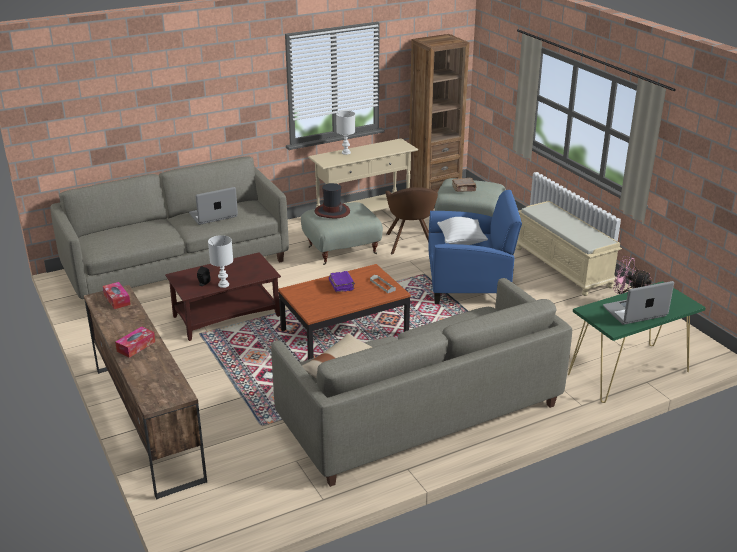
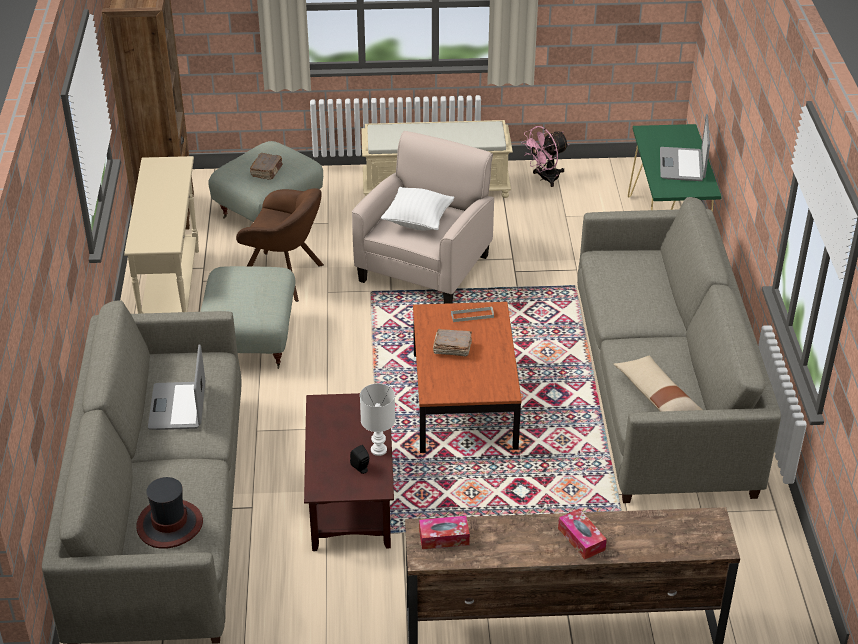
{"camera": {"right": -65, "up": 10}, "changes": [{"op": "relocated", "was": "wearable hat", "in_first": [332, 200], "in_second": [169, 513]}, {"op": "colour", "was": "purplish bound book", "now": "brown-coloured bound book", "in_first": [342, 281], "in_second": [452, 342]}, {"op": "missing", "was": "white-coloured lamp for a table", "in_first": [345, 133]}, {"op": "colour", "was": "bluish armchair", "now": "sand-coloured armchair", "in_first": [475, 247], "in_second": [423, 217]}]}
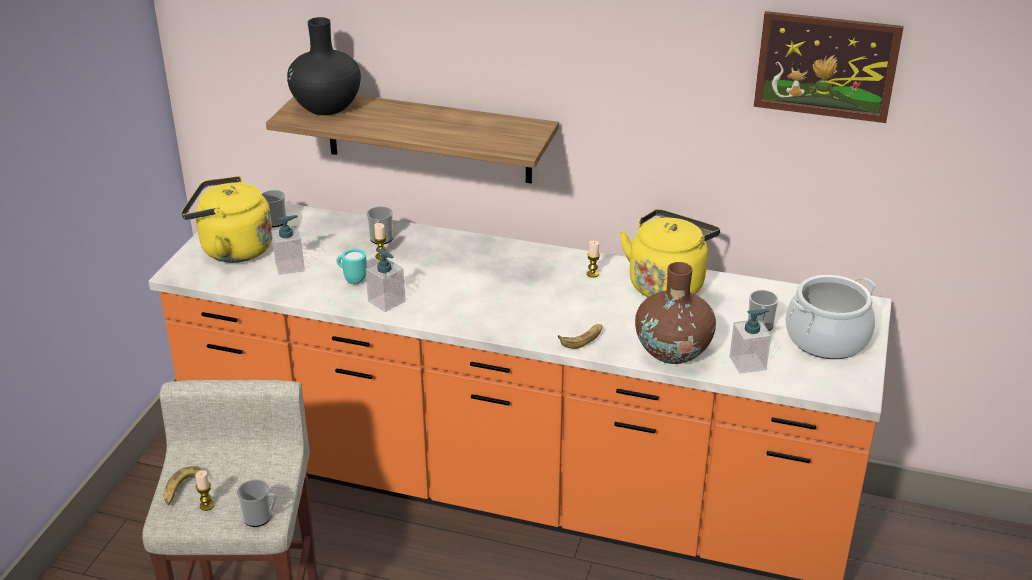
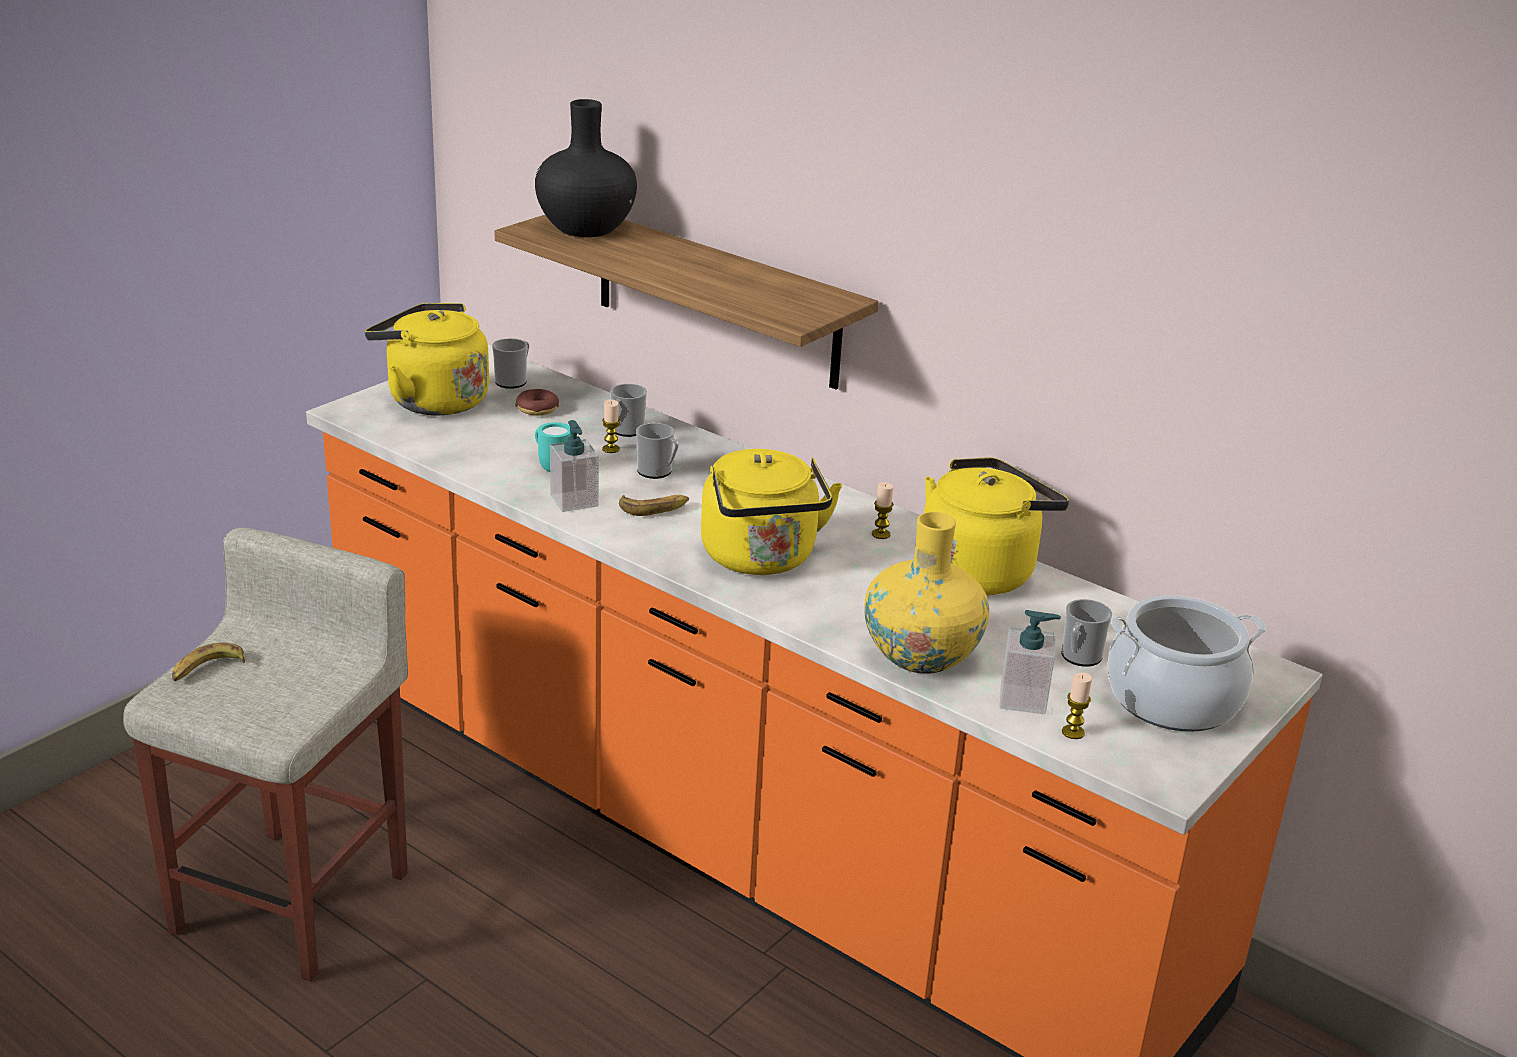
{"camera": {"right": 20, "up": -5}, "changes": [{"op": "relocated", "was": "wax candle", "in_first": [204, 490], "in_second": [1077, 706]}, {"op": "relocated", "was": "coffee mug", "in_first": [256, 503], "in_second": [657, 451]}, {"op": "missing", "was": "liquid soap bottle", "in_first": [288, 245]}, {"op": "relocated", "was": "whole banana", "in_first": [580, 336], "in_second": [654, 505]}, {"op": "colour", "was": "brown-coloured decorative vase", "now": "yellow decorative vase", "in_first": [675, 313], "in_second": [926, 593]}, {"op": "missing", "was": "wall art", "in_first": [829, 67]}, {"op": "appeared", "now": "donut", "in_second": [537, 402]}, {"op": "appeared", "now": "yellow kettle", "in_second": [771, 512]}]}
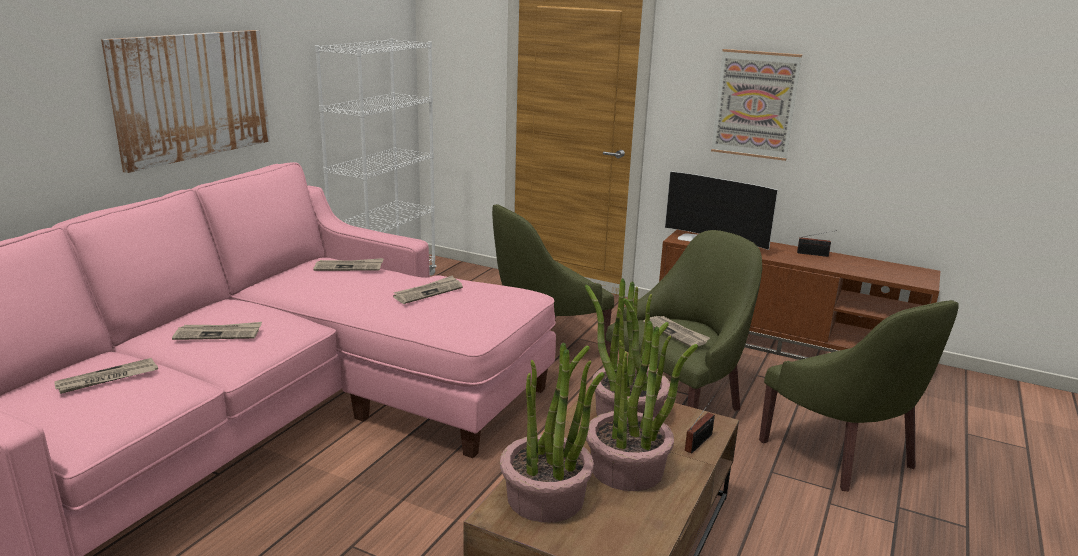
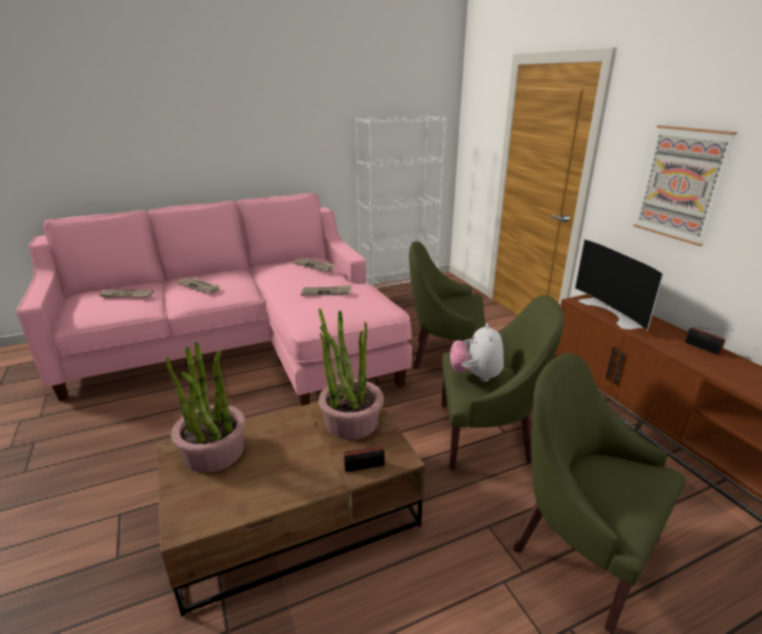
{"camera": {"right": 40, "up": 5}, "changes": [{"op": "missing", "was": "wall art", "in_first": [185, 101]}, {"op": "missing", "was": "plant in a pot", "in_first": [642, 406]}, {"op": "exchanged", "was": "newspaper", "now": "soft toy", "in_first": [676, 331], "in_second": [477, 353]}, {"op": "spun", "was": "green-coloured armchair", "in_first": [859, 395], "in_second": [599, 493], "clockwise": 120}]}
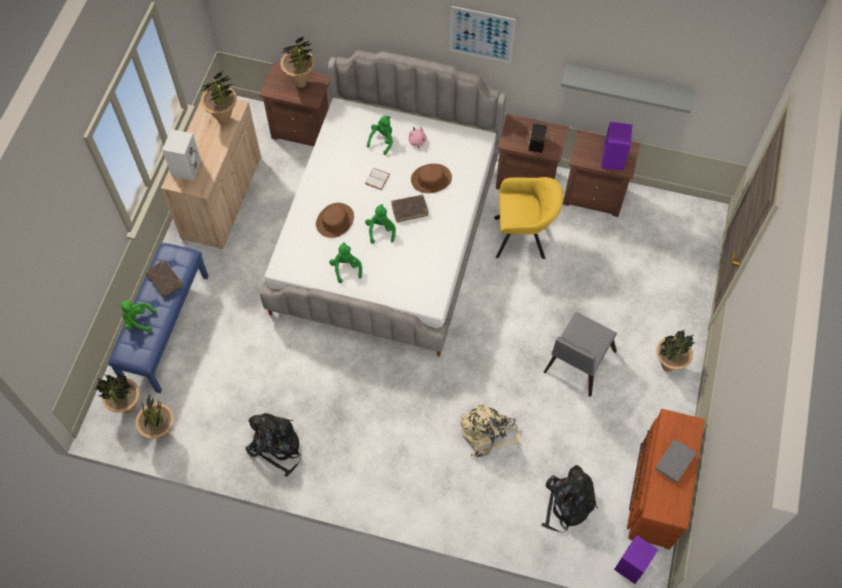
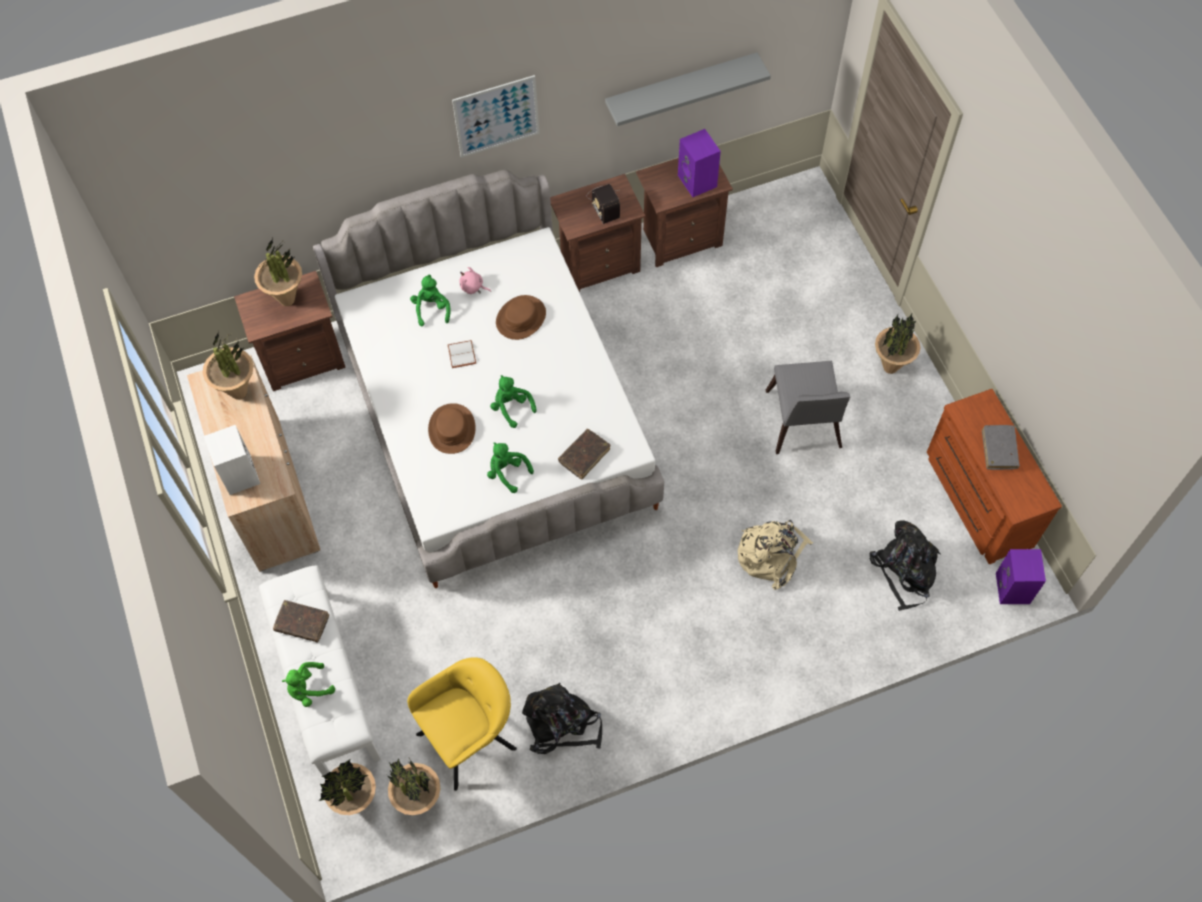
{"camera": {"right": -35, "up": 0}, "changes": [{"op": "colour", "was": "bluish long seat", "now": "white-coloured long seat", "in_first": [158, 318], "in_second": [320, 672]}, {"op": "relocated", "was": "brown-coloured bound book", "in_first": [409, 209], "in_second": [584, 454]}, {"op": "relocated", "was": "yellow armchair", "in_first": [528, 218], "in_second": [462, 724]}]}
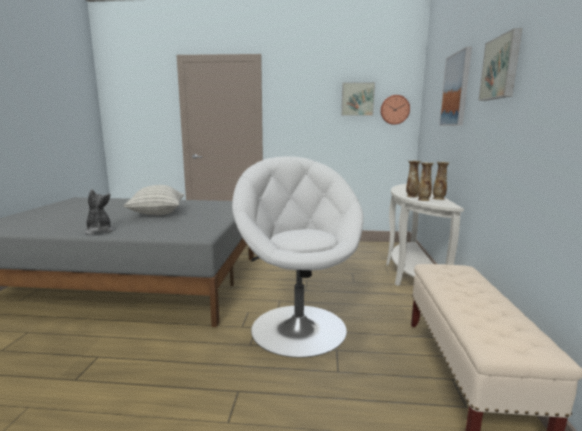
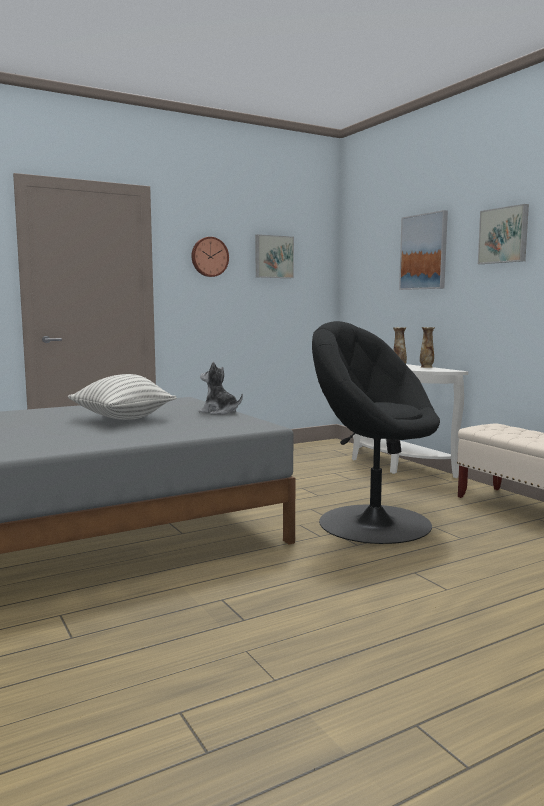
{"camera": {"right": -35, "up": -5}, "changes": [{"op": "relocated", "was": "soft toy", "in_first": [99, 212], "in_second": [221, 388]}, {"op": "colour", "was": "white-coloured armchair", "now": "blackish armchair", "in_first": [298, 257], "in_second": [376, 432]}, {"op": "relocated", "was": "wall clock", "in_first": [395, 110], "in_second": [210, 257]}, {"op": "missing", "was": "decorative vase", "in_first": [425, 181]}]}
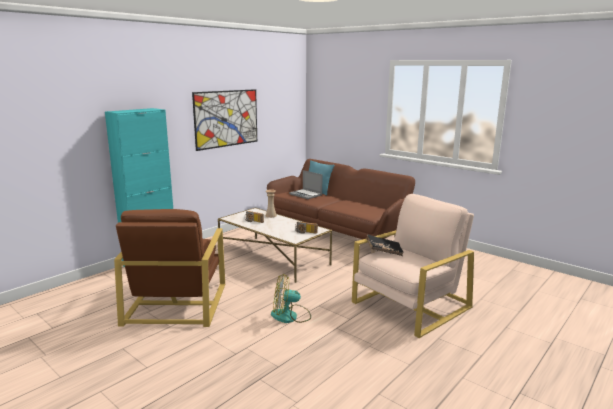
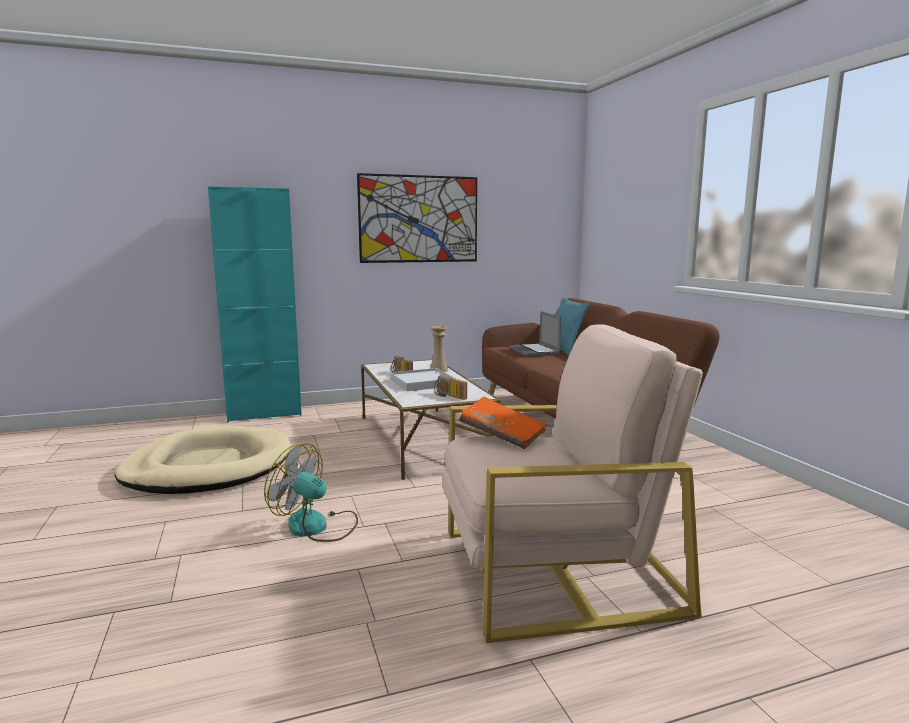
{"camera": {"right": 30, "up": -5}, "changes": [{"op": "exchanged", "was": "brown-coloured armchair", "now": "sand-coloured dog cushion", "in_first": [169, 268], "in_second": [203, 460]}, {"op": "colour", "was": "blackish bound book", "now": "orange bound book", "in_first": [384, 245], "in_second": [503, 423]}, {"op": "appeared", "now": "white-coloured serving tray", "in_second": [423, 379]}]}
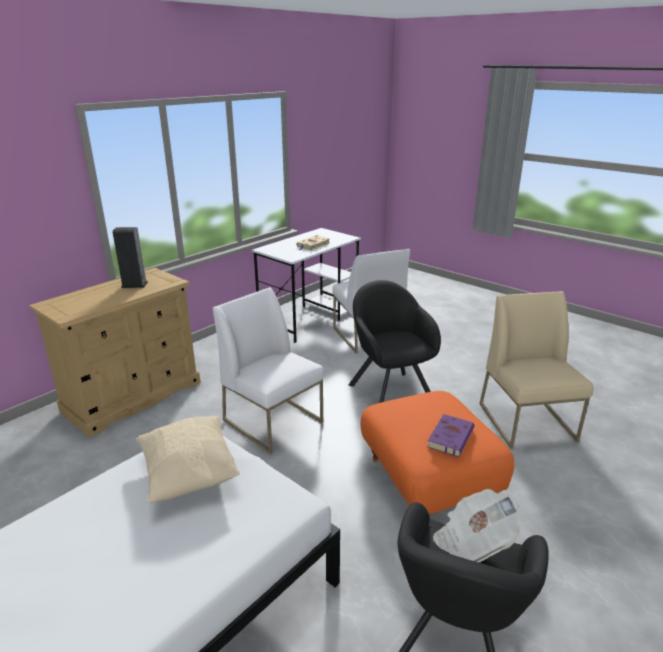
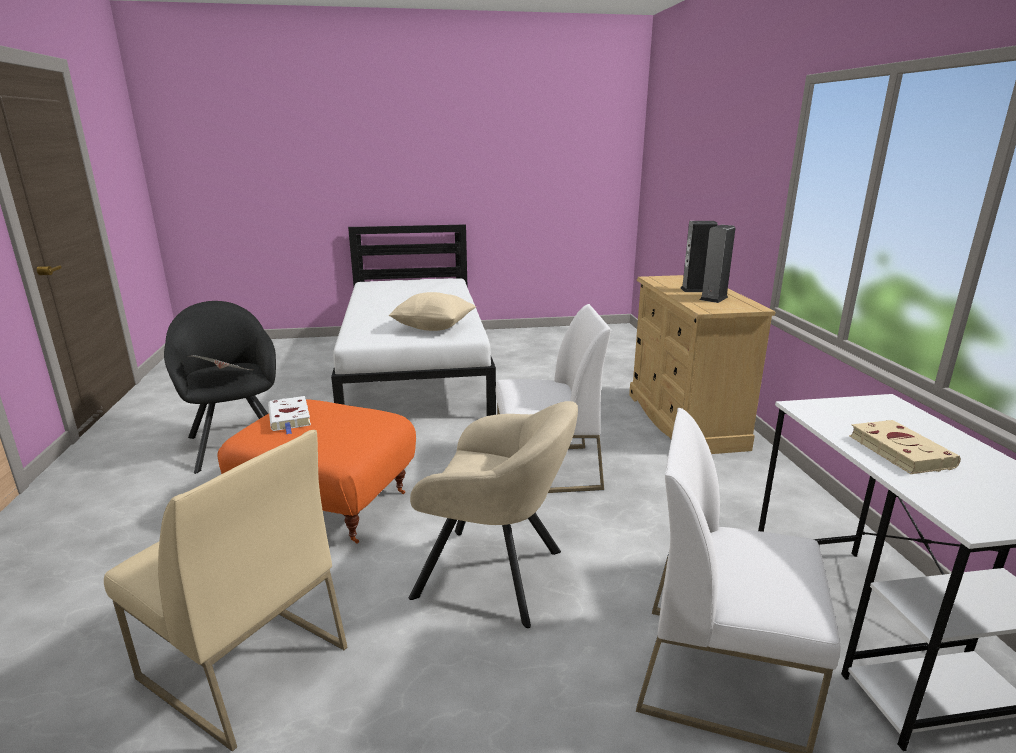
{"camera": {"right": 130, "up": -5}, "changes": [{"op": "colour", "was": "blackish armchair", "now": "sand-coloured armchair", "in_first": [394, 341], "in_second": [493, 514]}, {"op": "colour", "was": "purplish bound book", "now": "white-coloured bound book", "in_first": [451, 435], "in_second": [289, 415]}, {"op": "appeared", "now": "loudspeaker", "in_second": [699, 256]}]}
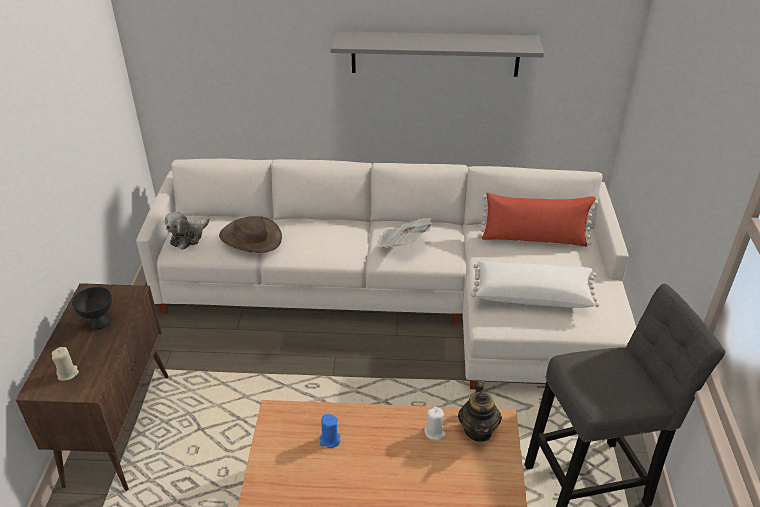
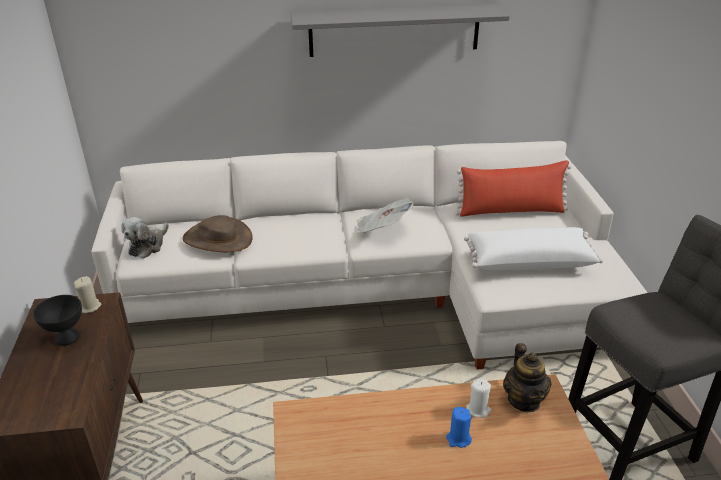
{"camera": {"right": -10, "up": -5}, "changes": [{"op": "relocated", "was": "sand-coloured wax candle", "in_first": [65, 364], "in_second": [88, 294]}, {"op": "relocated", "was": "bluish wax candle", "in_first": [330, 431], "in_second": [459, 427]}]}
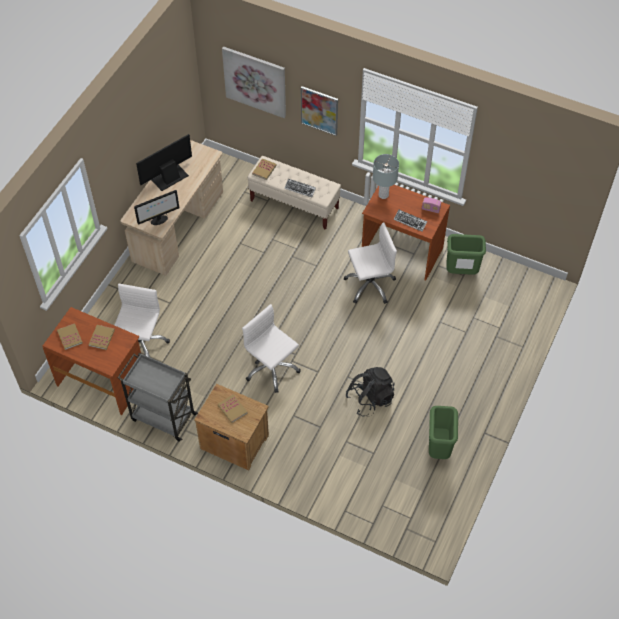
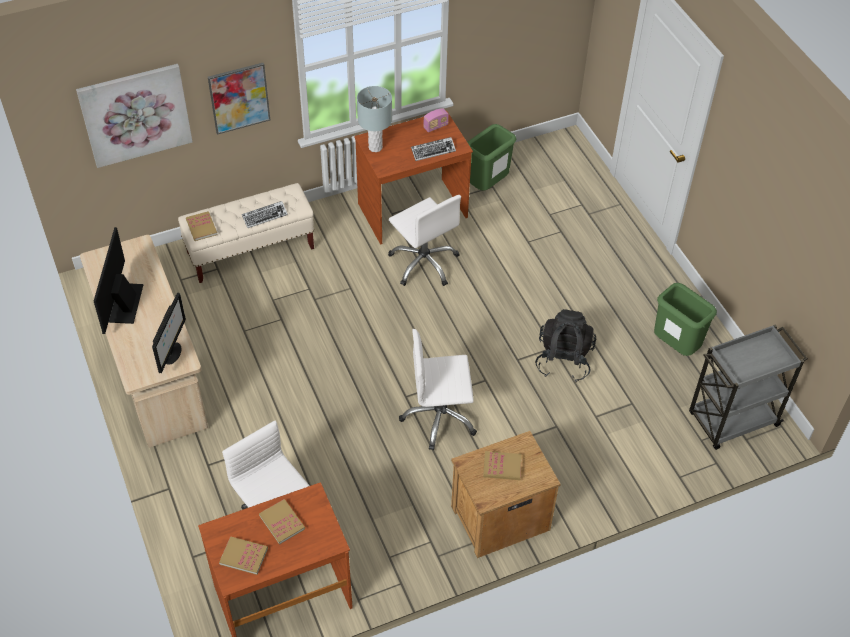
{"camera": {"right": -50, "up": -5}, "changes": [{"op": "relocated", "was": "greyish trolley", "in_first": [158, 397], "in_second": [748, 387]}, {"op": "spun", "was": "white-coloured desk chair", "in_first": [370, 263], "in_second": [424, 240], "clockwise": 120}]}
